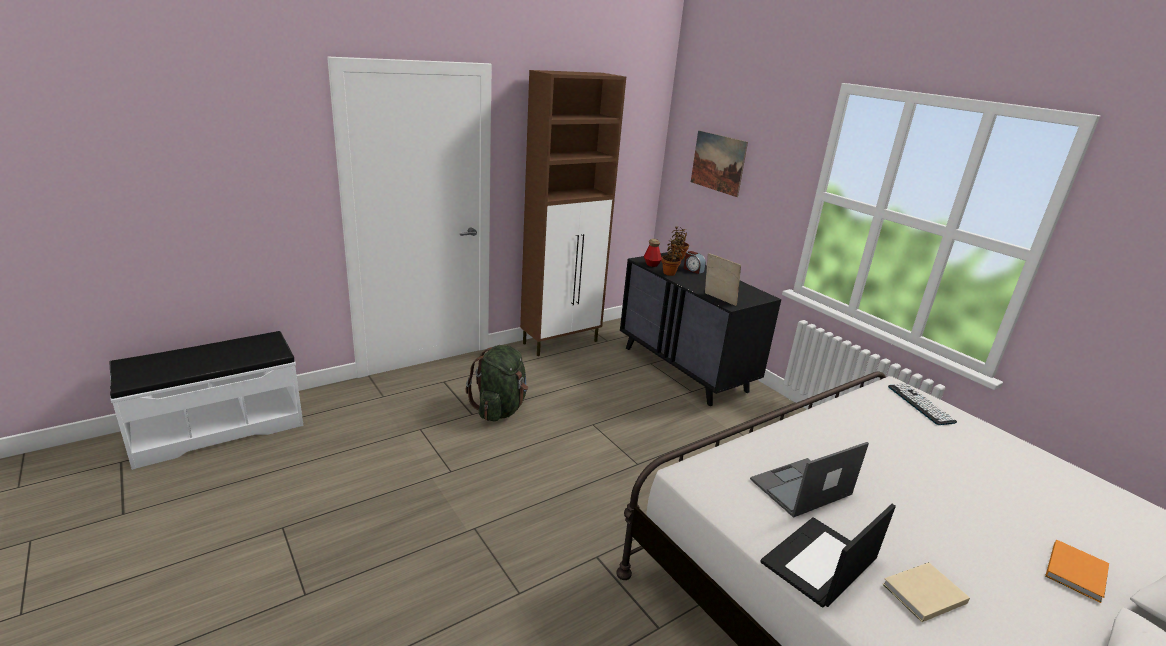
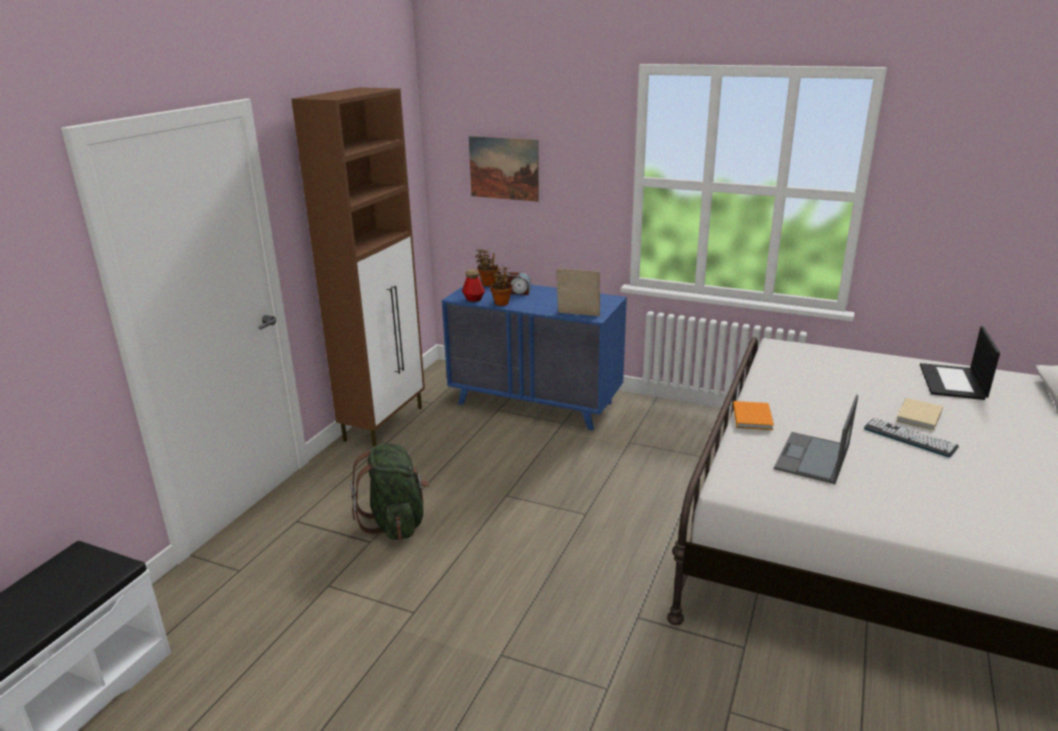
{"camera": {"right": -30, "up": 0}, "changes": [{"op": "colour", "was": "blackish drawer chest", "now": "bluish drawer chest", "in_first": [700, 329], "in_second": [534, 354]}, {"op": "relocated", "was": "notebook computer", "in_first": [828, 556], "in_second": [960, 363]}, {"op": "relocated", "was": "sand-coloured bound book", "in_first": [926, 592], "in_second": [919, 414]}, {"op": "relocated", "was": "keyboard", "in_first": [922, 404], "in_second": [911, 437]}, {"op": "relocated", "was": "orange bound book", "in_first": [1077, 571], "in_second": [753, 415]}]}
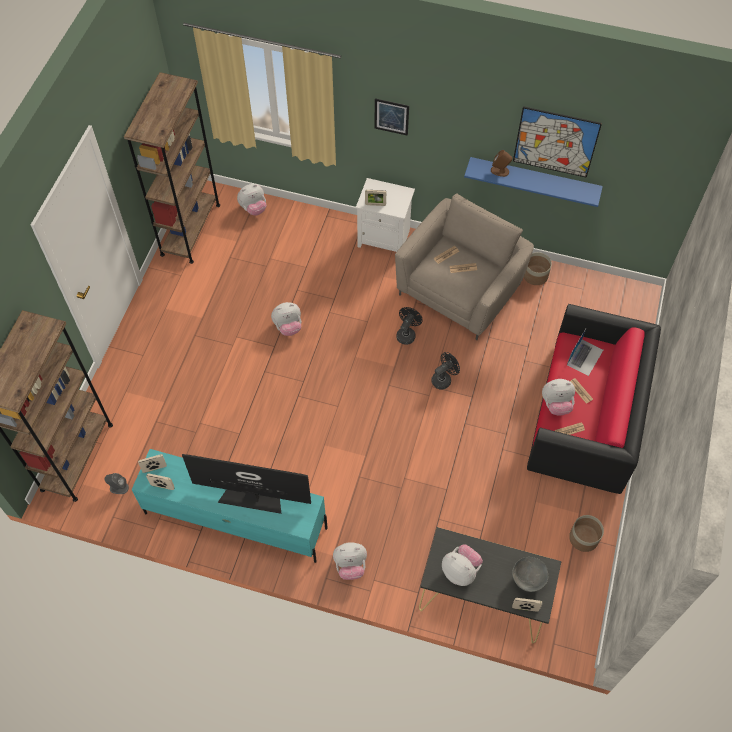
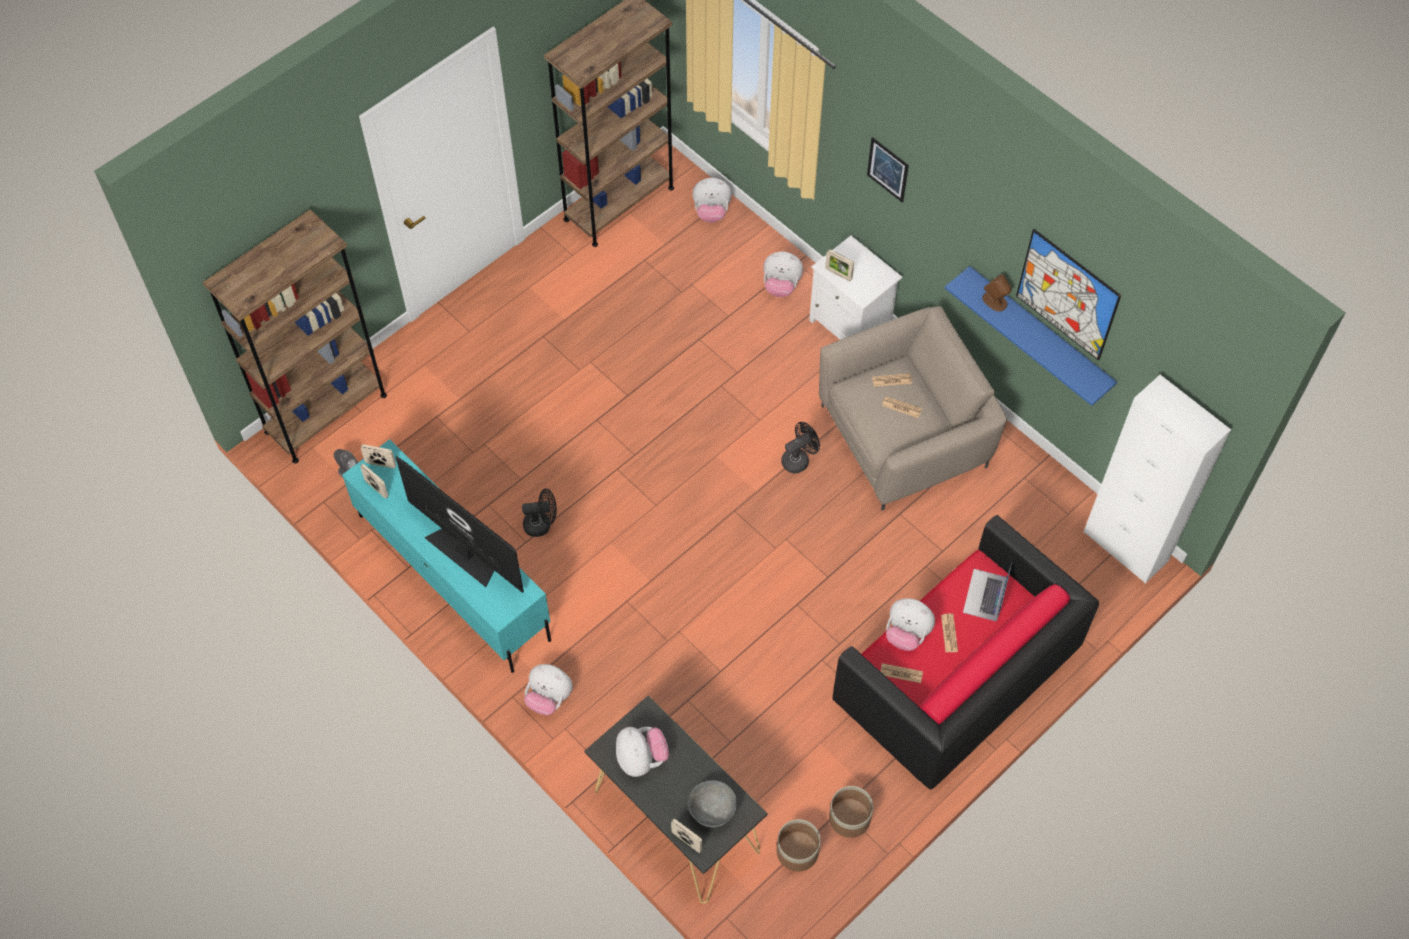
{"camera": {"right": 30, "up": 0}, "changes": [{"op": "relocated", "was": "soft toy", "in_first": [286, 319], "in_second": [783, 274]}, {"op": "relocated", "was": "blackish fan", "in_first": [445, 371], "in_second": [539, 512]}, {"op": "relocated", "was": "flower pot", "in_first": [538, 268], "in_second": [799, 845]}, {"op": "spun", "was": "notebook computer", "in_first": [585, 352], "in_second": [987, 592], "clockwise": 135}, {"op": "appeared", "now": "white-coloured cabinet", "in_second": [1157, 479]}]}
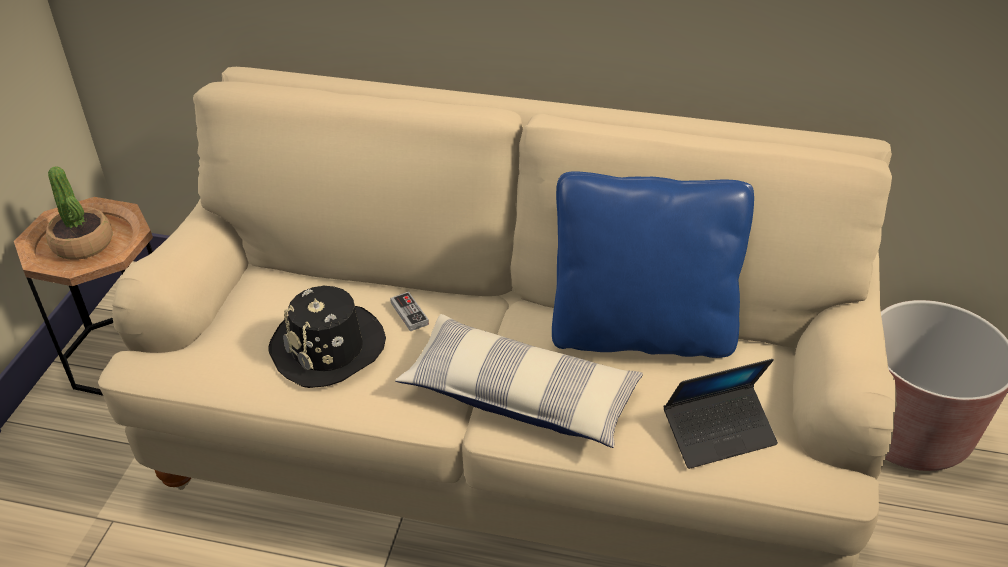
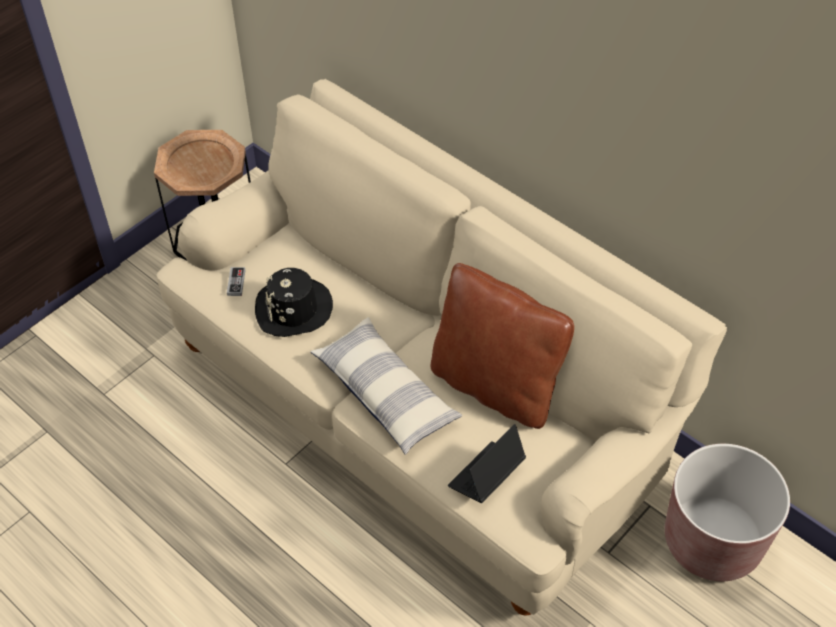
{"camera": {"right": 30, "up": 10}, "changes": [{"op": "missing", "was": "plant in a pot", "in_first": [79, 213]}, {"op": "relocated", "was": "game controller", "in_first": [409, 311], "in_second": [236, 281]}, {"op": "colour", "was": "bluish pillow", "now": "brown-coloured pillow", "in_first": [653, 264], "in_second": [502, 346]}, {"op": "spun", "was": "notebook computer", "in_first": [720, 414], "in_second": [487, 463], "clockwise": 120}]}
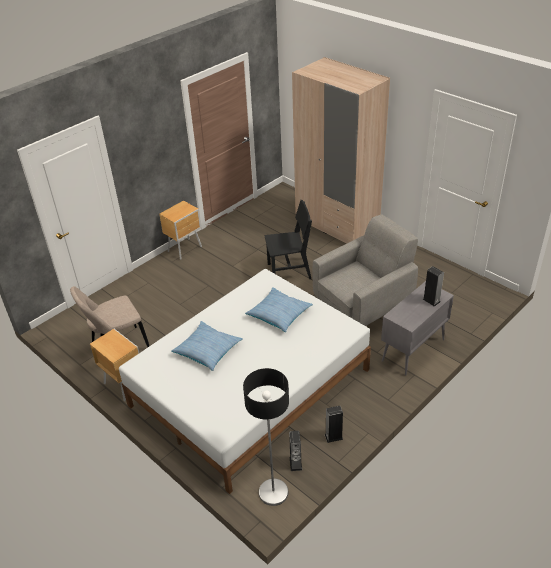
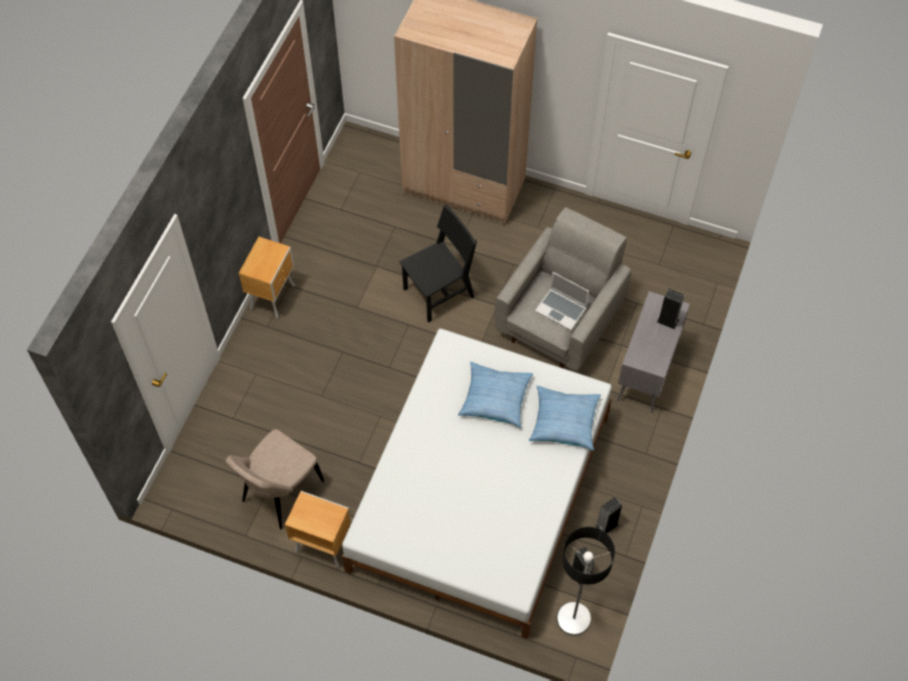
{"camera": {"right": -25, "up": 20}, "changes": [{"op": "relocated", "was": "pillow", "in_first": [206, 346], "in_second": [565, 418]}, {"op": "appeared", "now": "notebook computer", "in_second": [562, 301]}]}
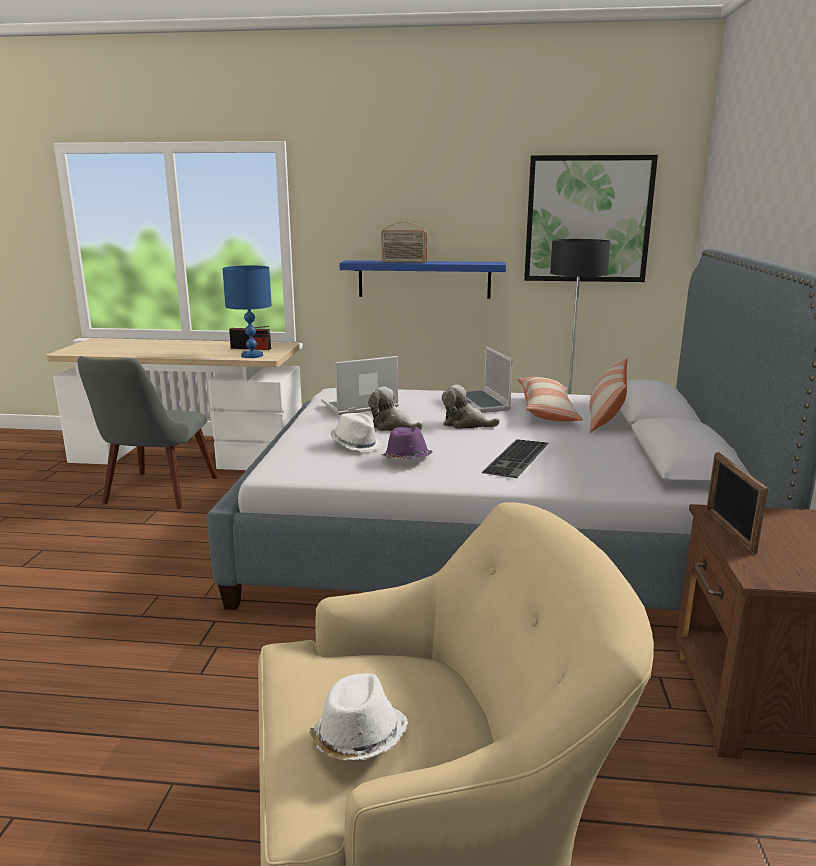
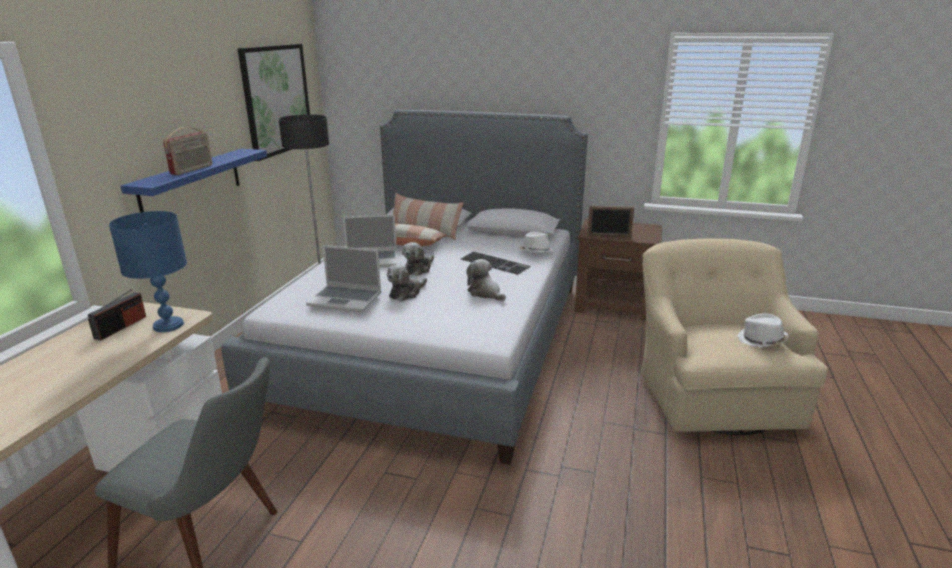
{"camera": {"right": -80, "up": 5}, "changes": [{"op": "spun", "was": "notebook computer", "in_first": [360, 385], "in_second": [343, 278], "clockwise": -60}, {"op": "relocated", "was": "white-coloured wearable hat", "in_first": [356, 432], "in_second": [537, 242]}, {"op": "exchanged", "was": "purplish wearable hat", "now": "soft toy", "in_first": [407, 443], "in_second": [486, 280]}]}
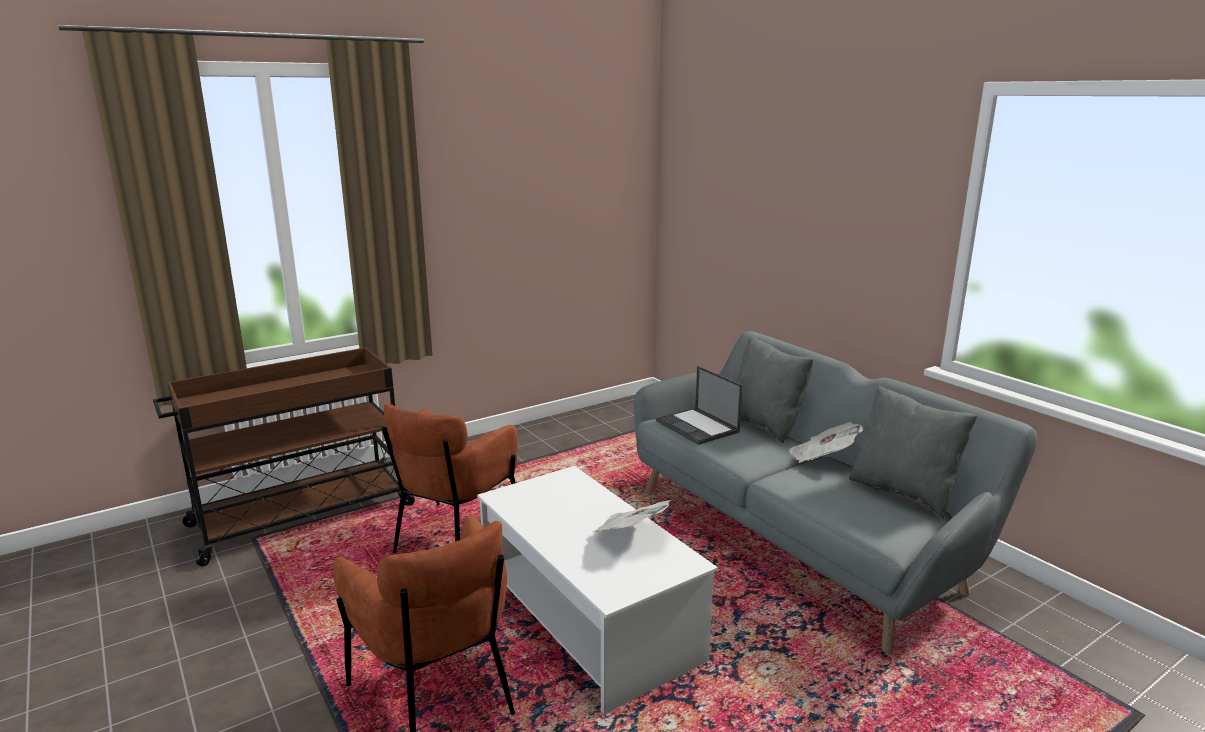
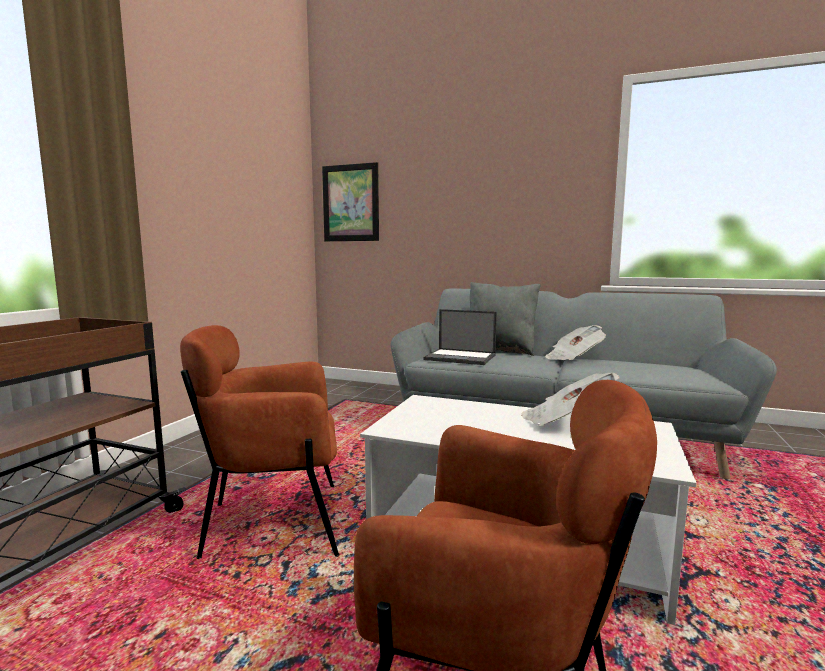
{"camera": {"right": -35, "up": -10}, "changes": [{"op": "spun", "was": "brown-coloured armchair", "in_first": [450, 478], "in_second": [260, 442], "clockwise": 90}, {"op": "missing", "was": "greyish pillow", "in_first": [913, 452]}, {"op": "appeared", "now": "wall art", "in_second": [350, 201]}]}
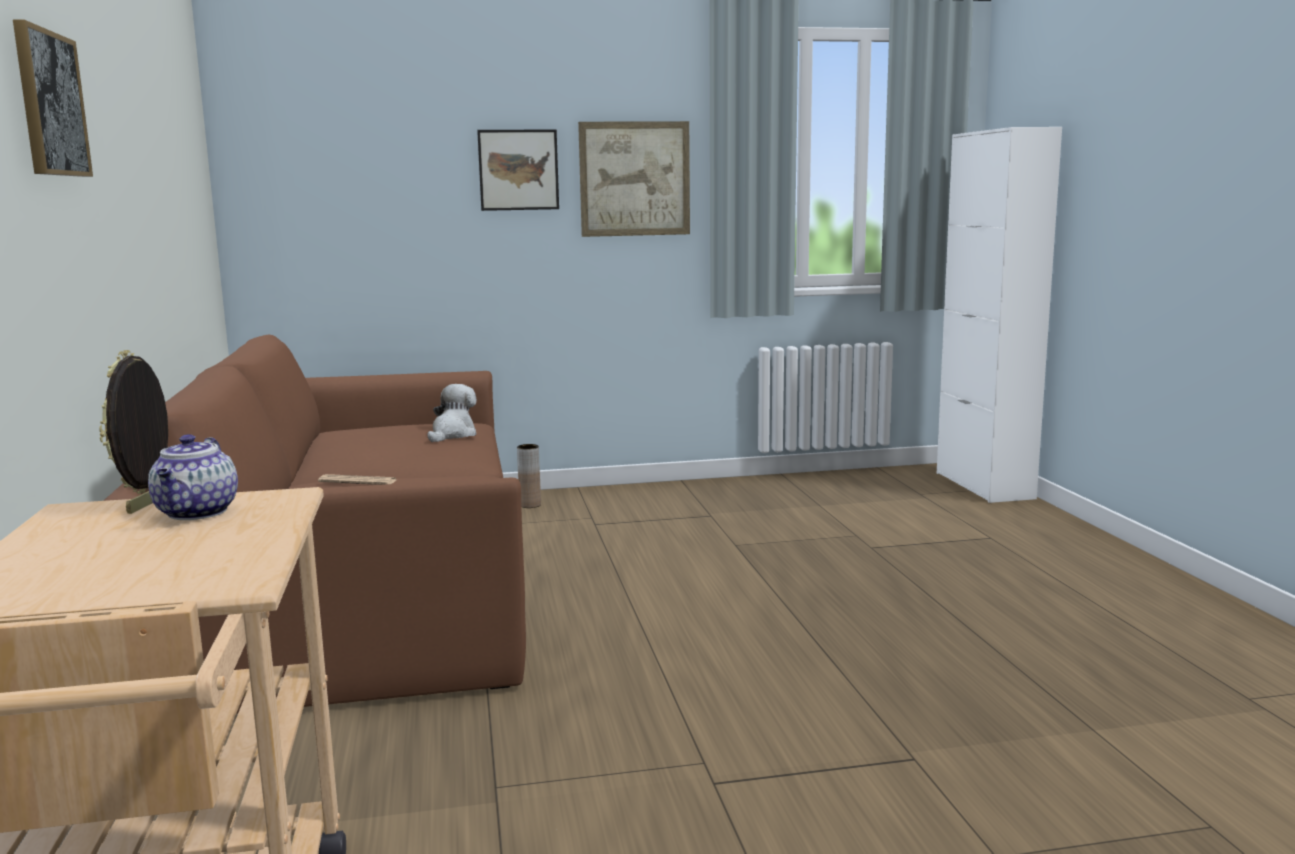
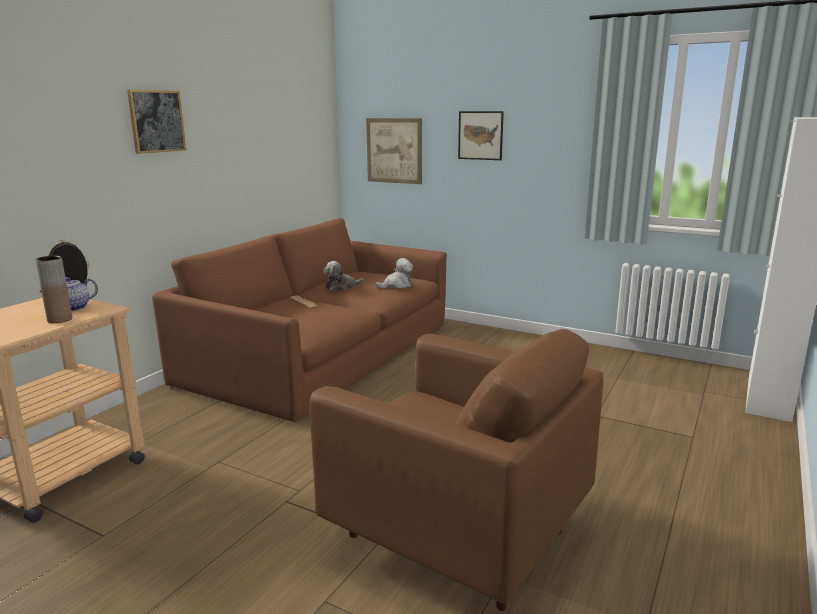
{"camera": {"right": 40, "up": 5}, "changes": [{"op": "relocated", "was": "brown-coloured decorative vase", "in_first": [529, 476], "in_second": [53, 289]}, {"op": "relocated", "was": "wall art", "in_first": [634, 179], "in_second": [394, 151]}, {"op": "appeared", "now": "brown-coloured armchair", "in_second": [456, 470]}, {"op": "appeared", "now": "soft toy", "in_second": [344, 276]}]}
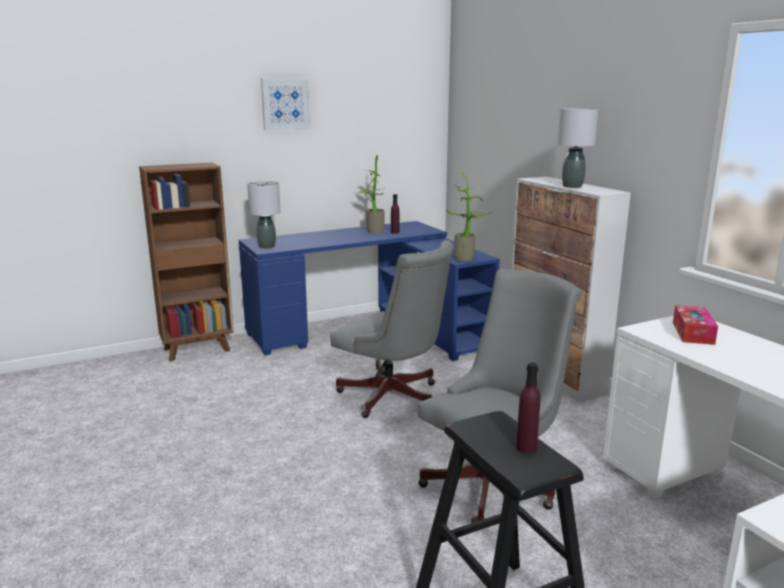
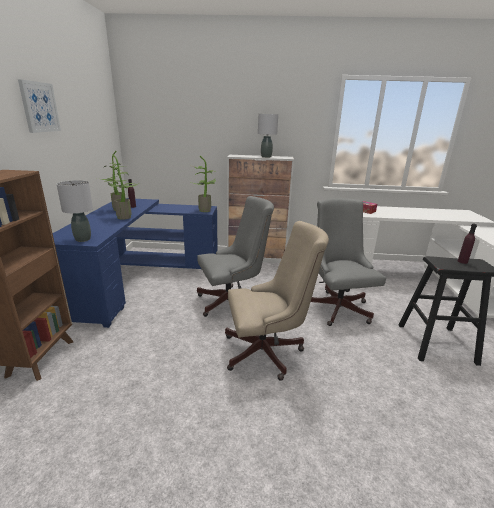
{"camera": {"right": -60, "up": 5}, "changes": [{"op": "appeared", "now": "plant in a pot", "in_second": [123, 187]}, {"op": "appeared", "now": "sand-coloured desk chair", "in_second": [277, 301]}]}
